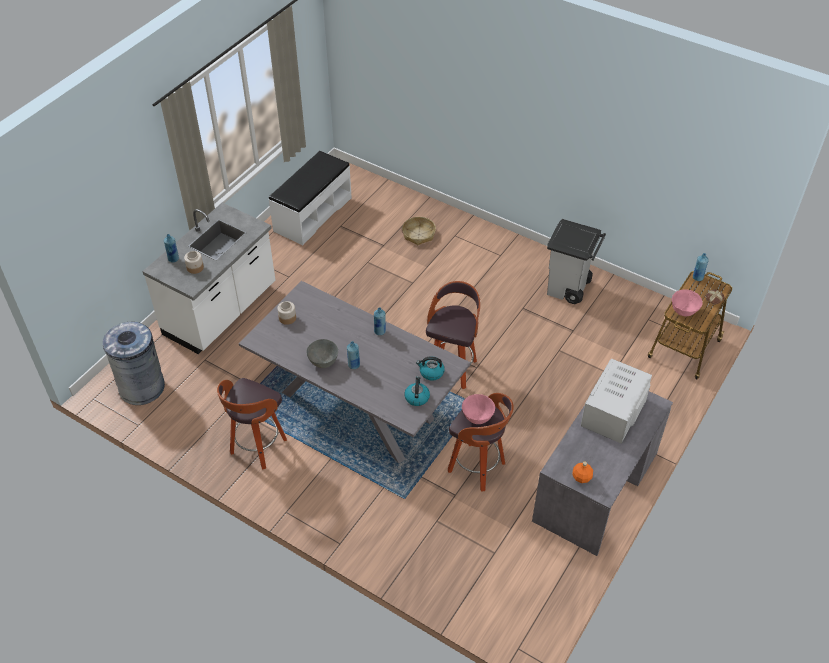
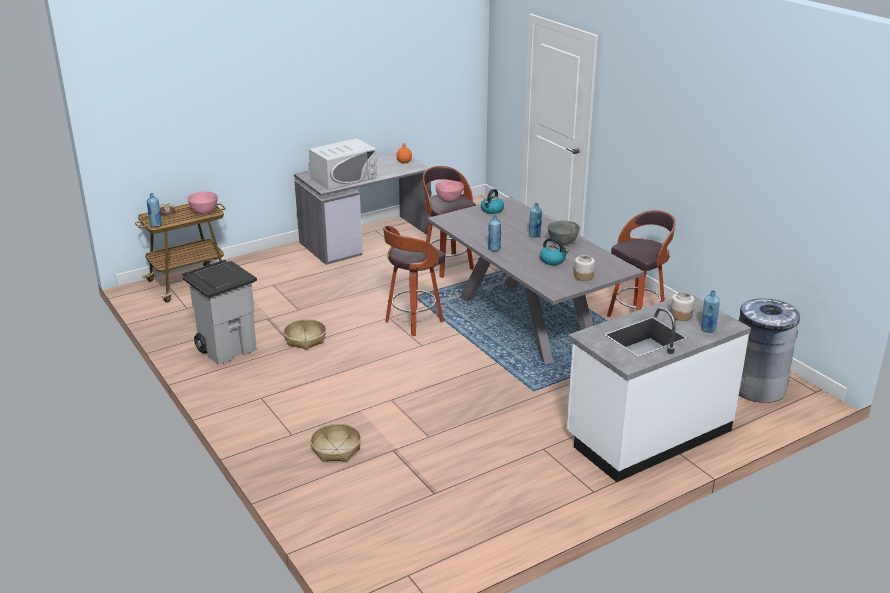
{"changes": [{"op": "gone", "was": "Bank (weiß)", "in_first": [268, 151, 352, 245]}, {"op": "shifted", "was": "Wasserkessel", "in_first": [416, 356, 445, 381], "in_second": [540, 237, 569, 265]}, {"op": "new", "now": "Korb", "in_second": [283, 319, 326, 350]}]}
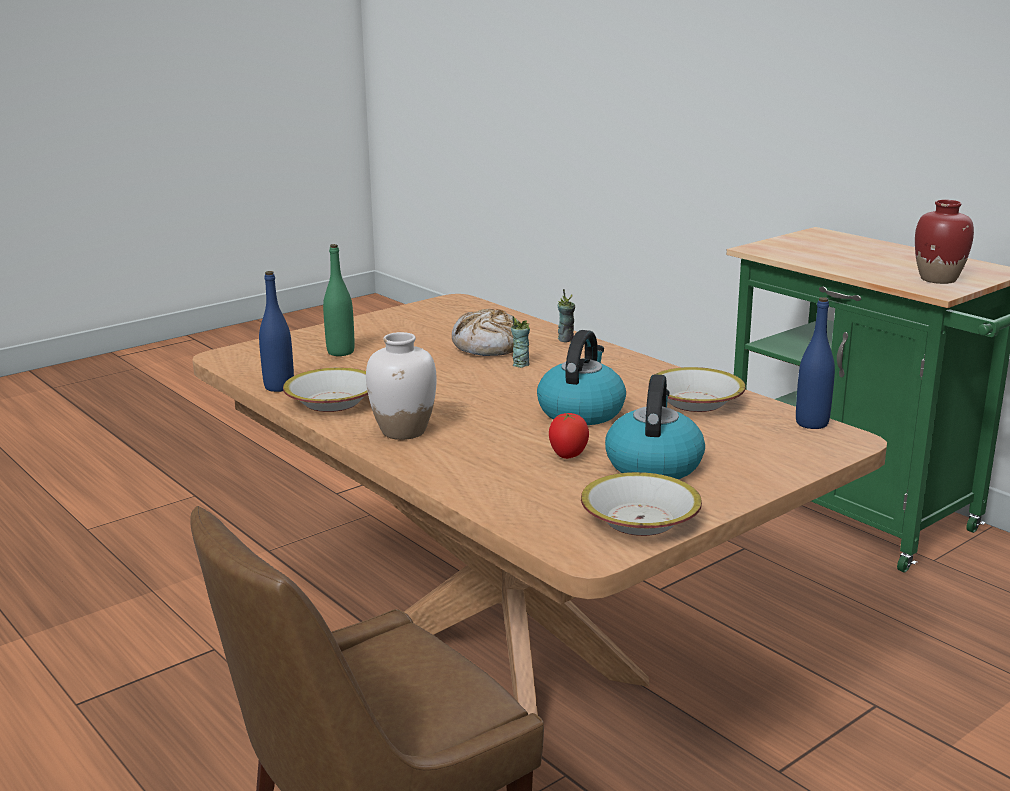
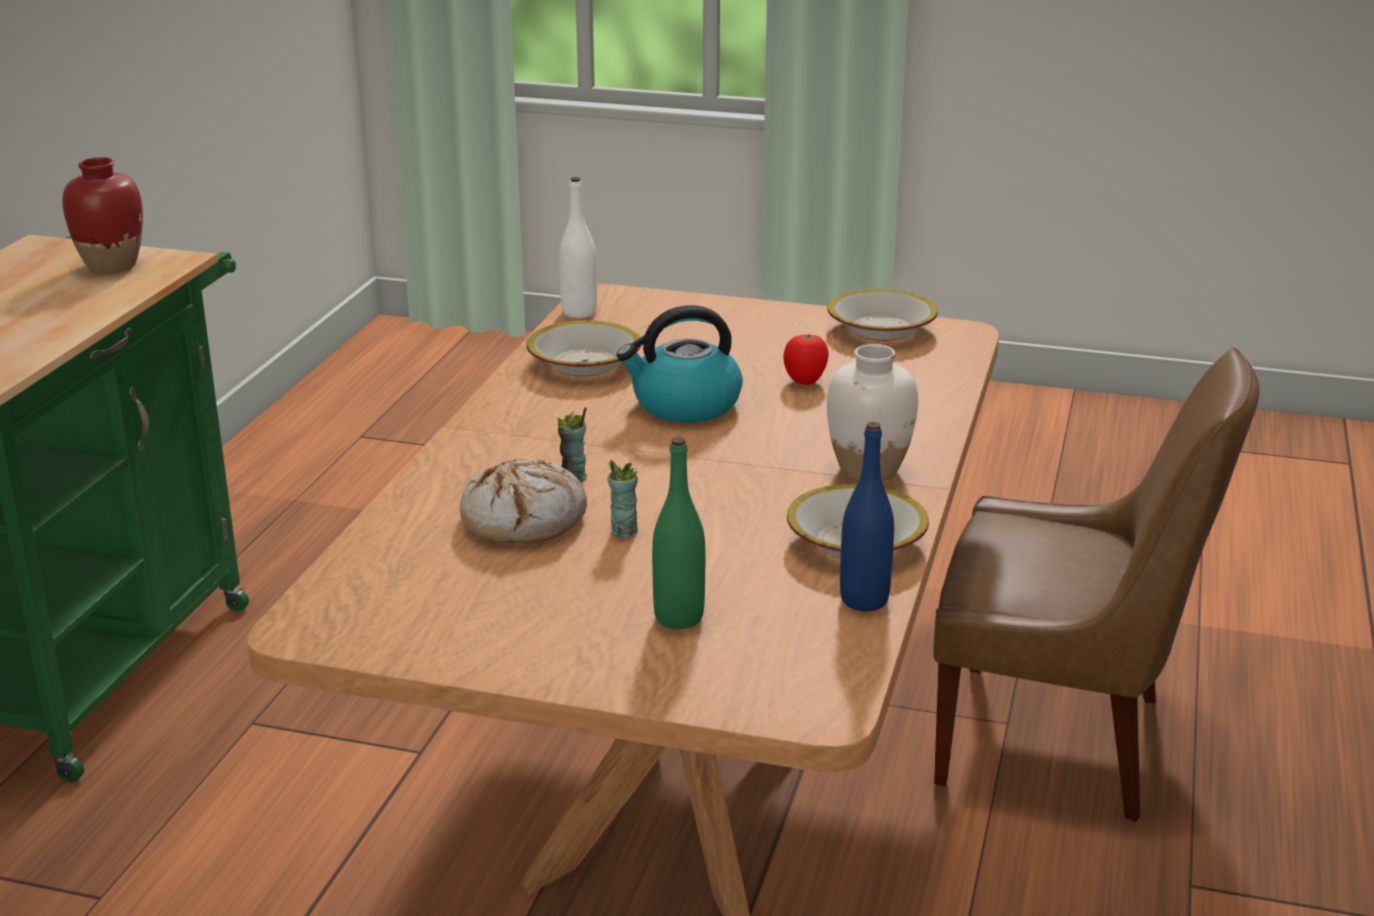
{"changes": [{"op": "shifted", "was": "Tasse", "in_first": [558, 289, 575, 342], "in_second": [607, 460, 638, 538]}, {"op": "gone", "was": "Wasserkessel", "in_first": [605, 374, 705, 479]}, {"op": "repainted", "was": "Flasche (blau)", "now": "Flasche (weiß)", "in_first": [796, 297, 835, 429], "in_second": [559, 177, 597, 318]}]}
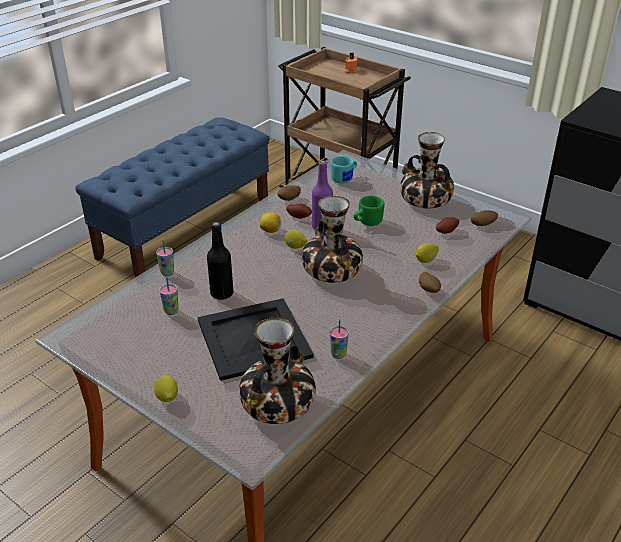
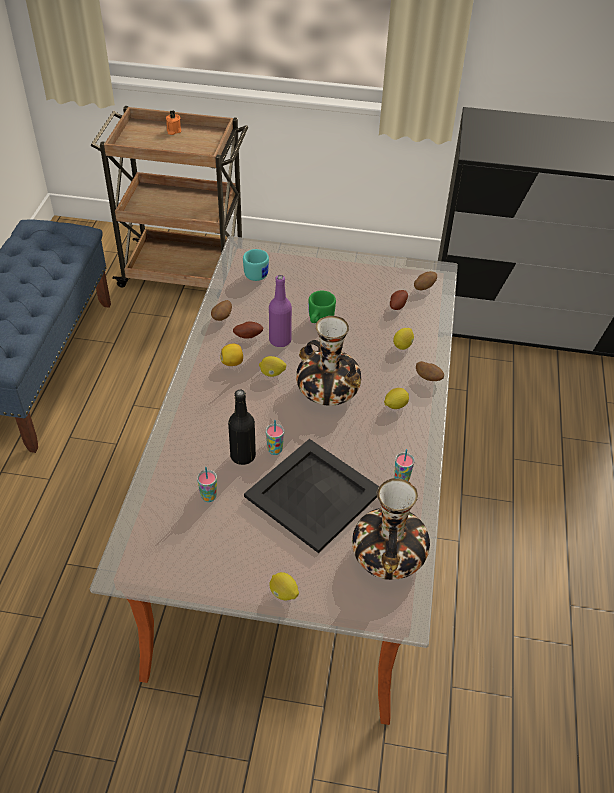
{"changes": [{"op": "shifted", "was": "Tasse", "in_first": [156, 240, 174, 276], "in_second": [266, 420, 284, 455]}, {"op": "gone", "was": "Vase", "in_first": [400, 132, 454, 209]}, {"op": "new", "now": "Zitrone", "in_second": [384, 388, 409, 409]}]}
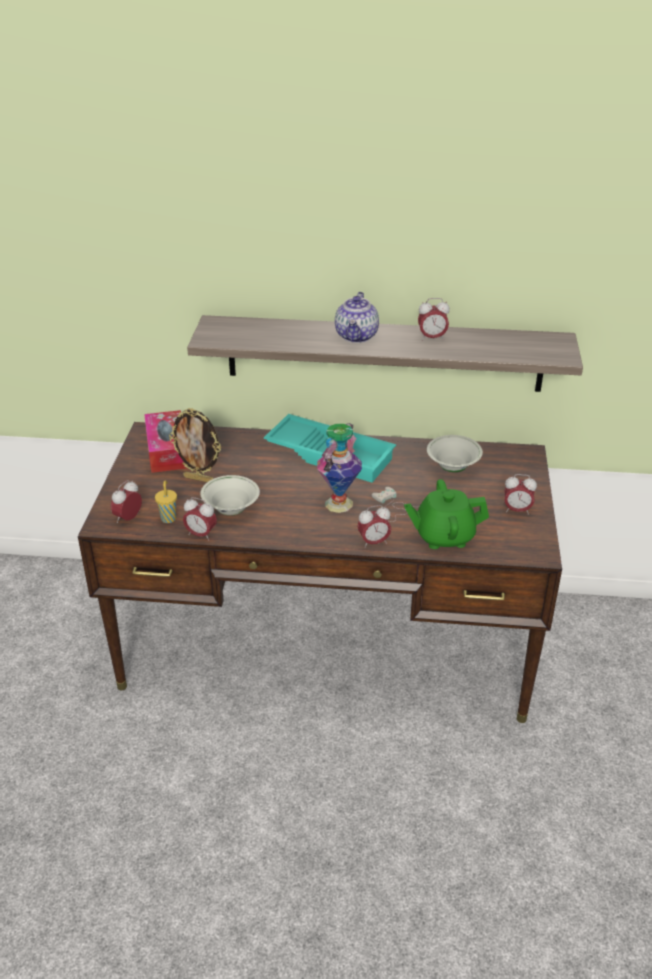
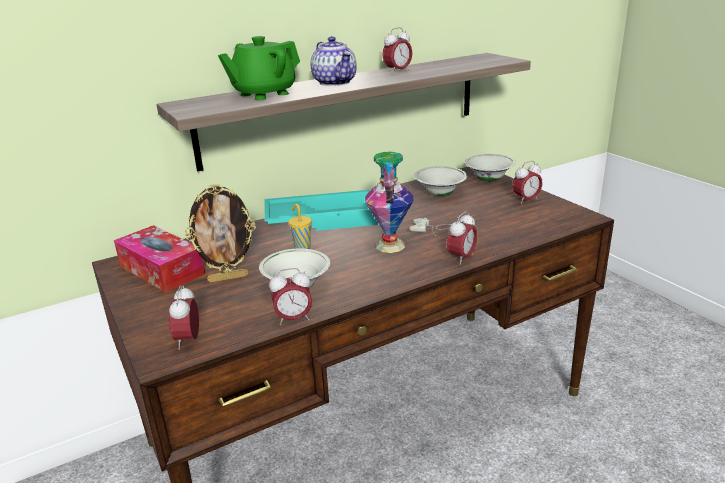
{"changes": [{"op": "shifted", "was": "Tasse (gelb)", "in_first": [155, 480, 177, 523], "in_second": [289, 204, 312, 249]}, {"op": "shifted", "was": "Teekanne (grün)", "in_first": [404, 479, 489, 549], "in_second": [218, 36, 300, 100]}, {"op": "new", "now": "Schüssel (weiß)", "in_second": [465, 154, 516, 181]}]}
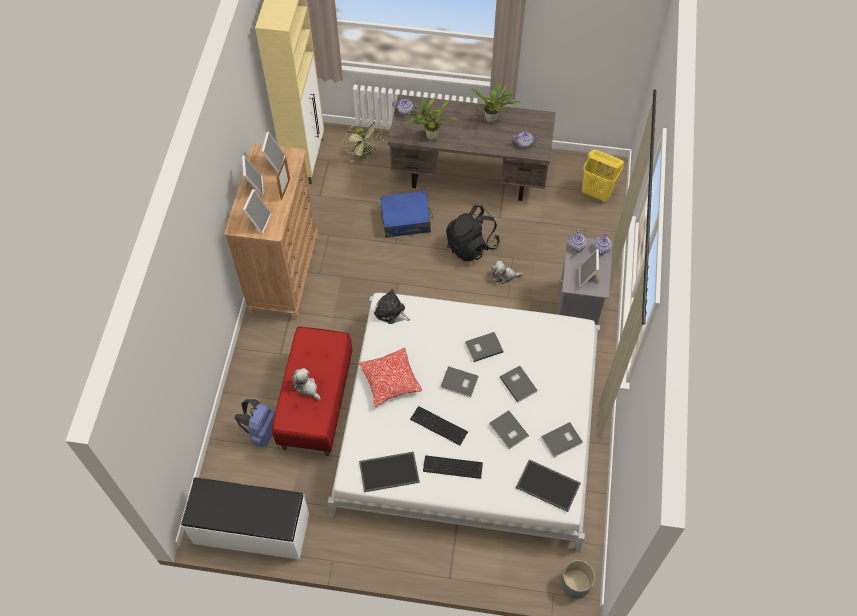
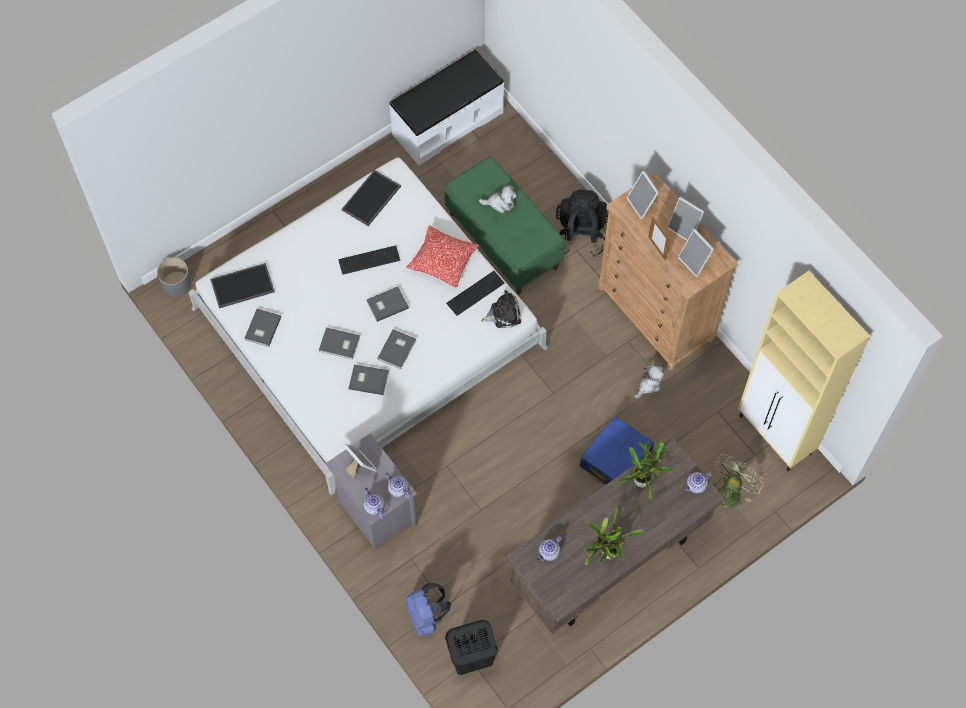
{"changes": [{"op": "shifted", "was": "Rucksack (blau)", "in_first": [235, 399, 275, 447], "in_second": [406, 583, 451, 637]}, {"op": "repainted", "was": "Bank (rot)", "now": "Bank (grün)", "in_first": [272, 327, 352, 456], "in_second": [444, 156, 565, 294]}, {"op": "rotated", "was": "Ventilator (grün)", "in_first": [343, 121, 384, 163], "in_second": [714, 454, 764, 508], "clockwise": 105}, {"op": "shifted", "was": "Tastatur", "in_first": [423, 455, 483, 479], "in_second": [446, 271, 505, 316]}, {"op": "shifted", "was": "Rucksack (schwarz)", "in_first": [446, 205, 500, 261], "in_second": [556, 190, 609, 257]}, {"op": "shifted", "was": "Buch (grau)", "in_first": [489, 410, 529, 449], "in_second": [349, 365, 389, 395]}, {"op": "shifted", "was": "Plüschtier", "in_first": [492, 261, 523, 284], "in_second": [634, 364, 664, 398]}, {"op": "repainted", "was": "Wäschekorb (gelb)", "now": "Wäschekorb (schwarz)", "in_first": [582, 150, 624, 202], "in_second": [445, 620, 498, 675]}]}
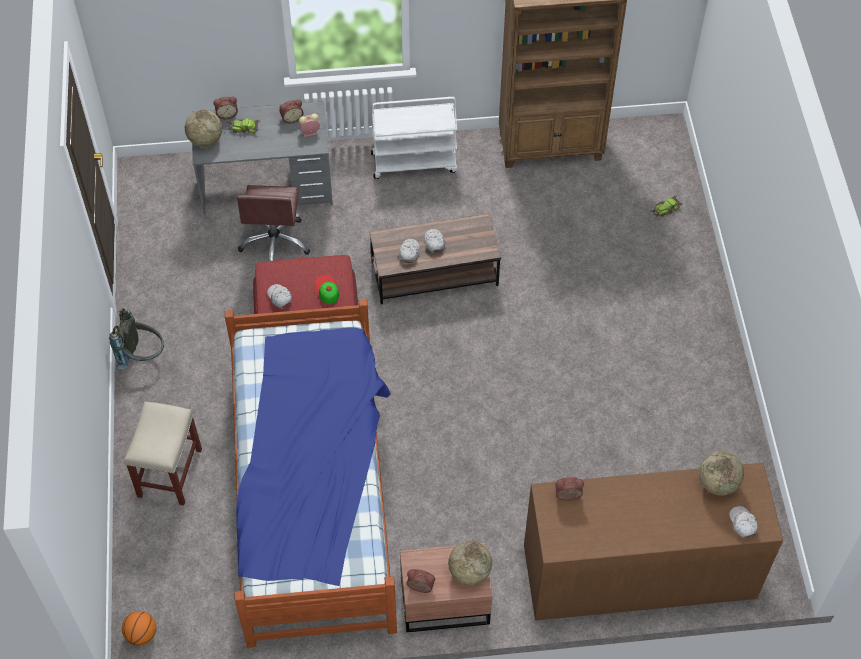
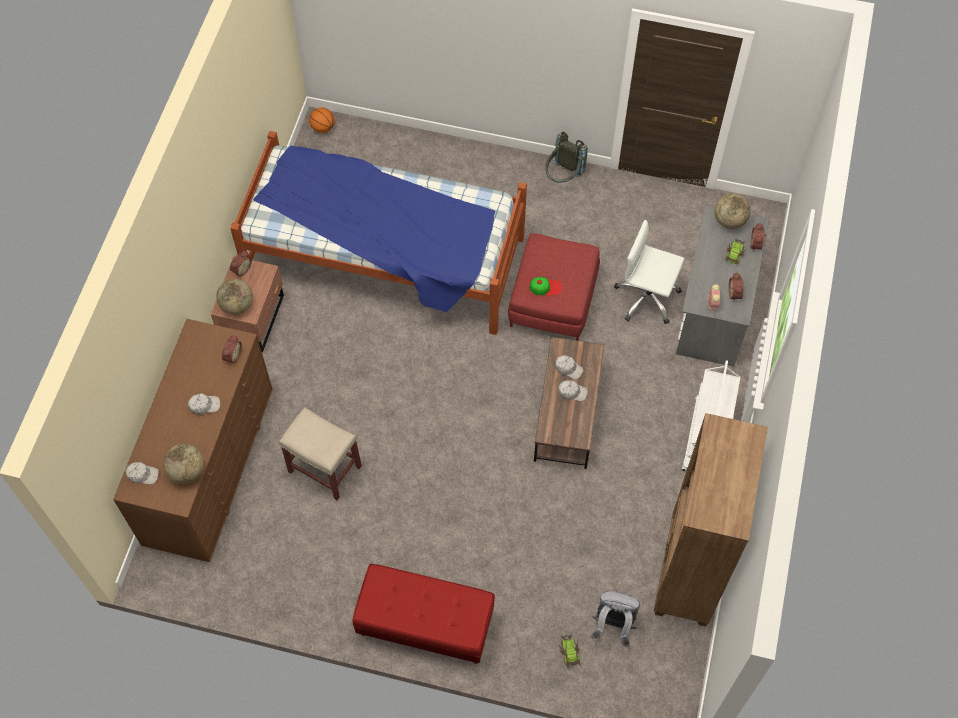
{"changes": [{"op": "shifted", "was": "Hocker (beige)", "in_first": [124, 402, 202, 505], "in_second": [279, 407, 362, 500]}, {"op": "repainted", "was": "Bürostuhl (braun)", "now": "Bürostuhl (weiß)", "in_first": [237, 185, 310, 261], "in_second": [614, 220, 685, 324]}, {"op": "shifted", "was": "Kappe (weiß)", "in_first": [267, 284, 292, 309], "in_second": [188, 394, 220, 414]}, {"op": "new", "now": "Bank (rot)", "in_second": [353, 564, 495, 664]}, {"op": "new", "now": "Rucksack (grau)", "in_second": [592, 590, 640, 647]}]}
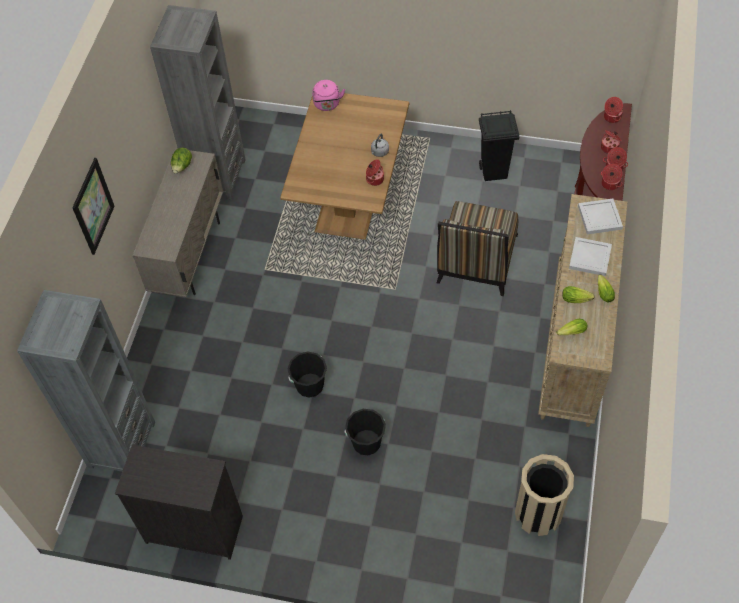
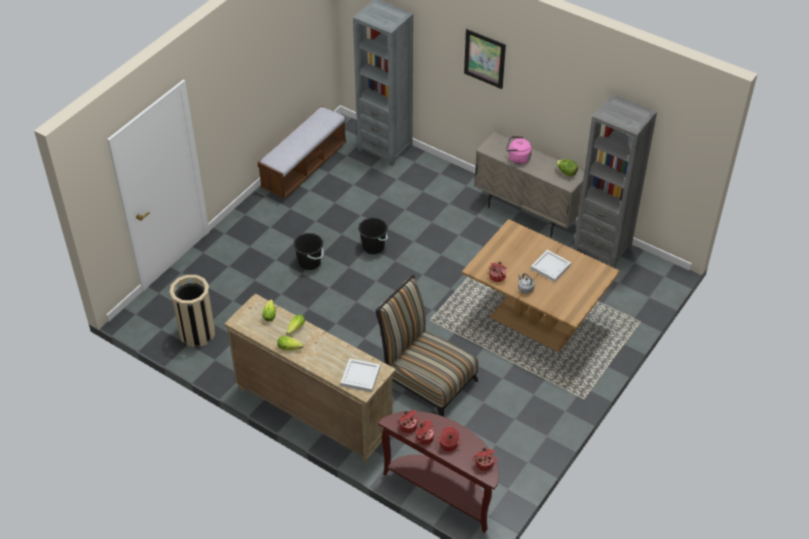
{"changes": [{"op": "swapped", "was": "Kommode (schwarz)", "now": "Bank", "in_first": [115, 445, 243, 560], "in_second": [257, 106, 347, 199]}, {"op": "shifted", "was": "Wasserkessel (rosa)", "in_first": [312, 80, 345, 111], "in_second": [506, 136, 532, 164]}, {"op": "gone", "was": "Mülleimer (schwarz)", "in_first": [479, 111, 519, 181]}, {"op": "shifted", "was": "Tablett (weiß)", "in_first": [569, 237, 612, 276], "in_second": [531, 250, 571, 282]}]}
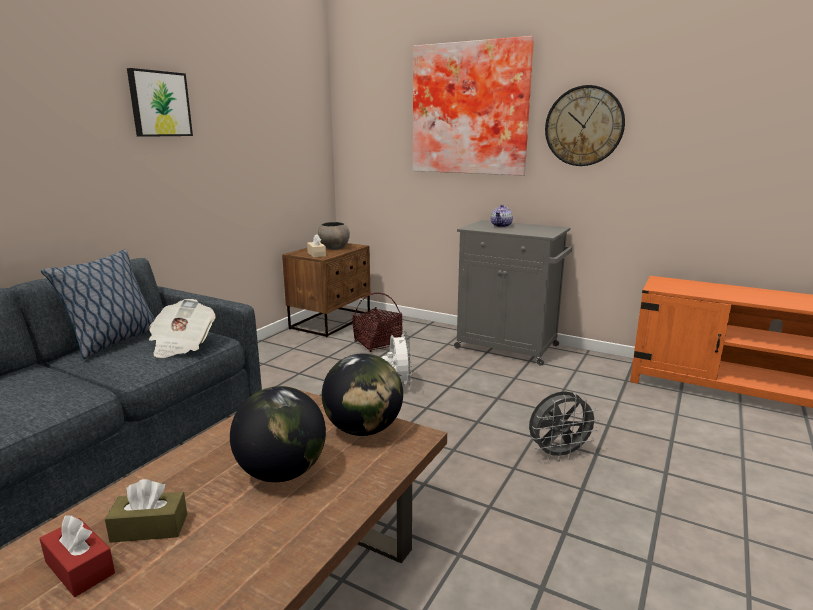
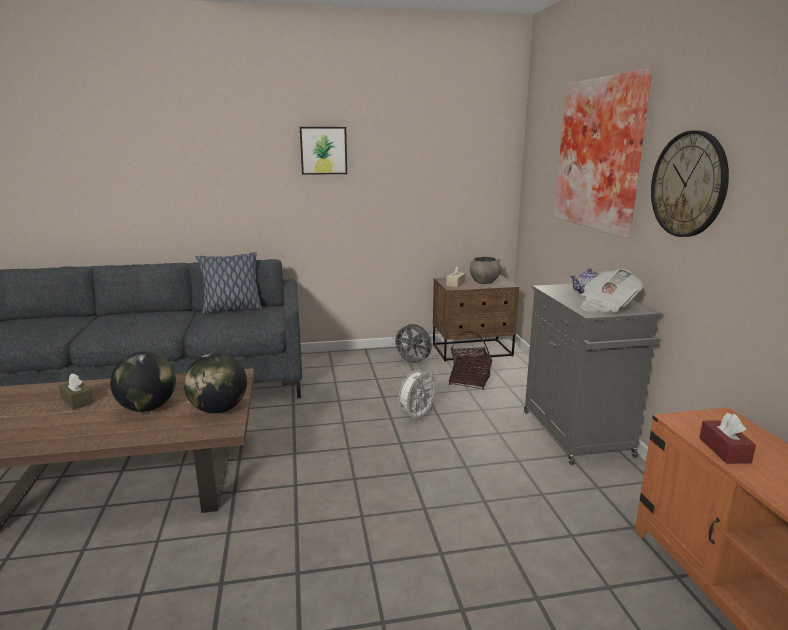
{"changes": [{"op": "shifted", "was": "Taschentuchbox (rot)", "in_first": [39, 515, 115, 597], "in_second": [699, 413, 756, 464]}, {"op": "shifted", "was": "Zeitung", "in_first": [149, 299, 215, 358], "in_second": [580, 269, 643, 312]}, {"op": "shifted", "was": "Ventilator (grau)", "in_first": [529, 391, 600, 461], "in_second": [392, 323, 432, 366]}]}
